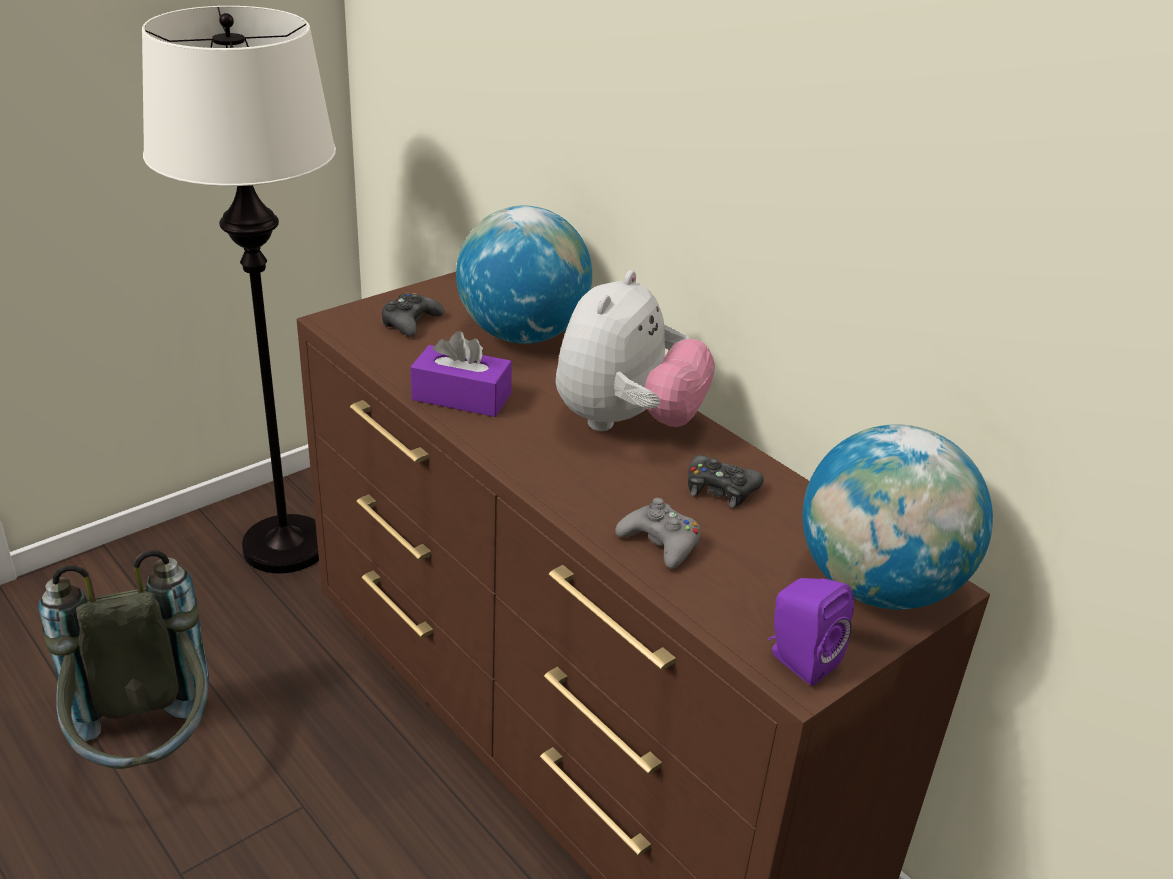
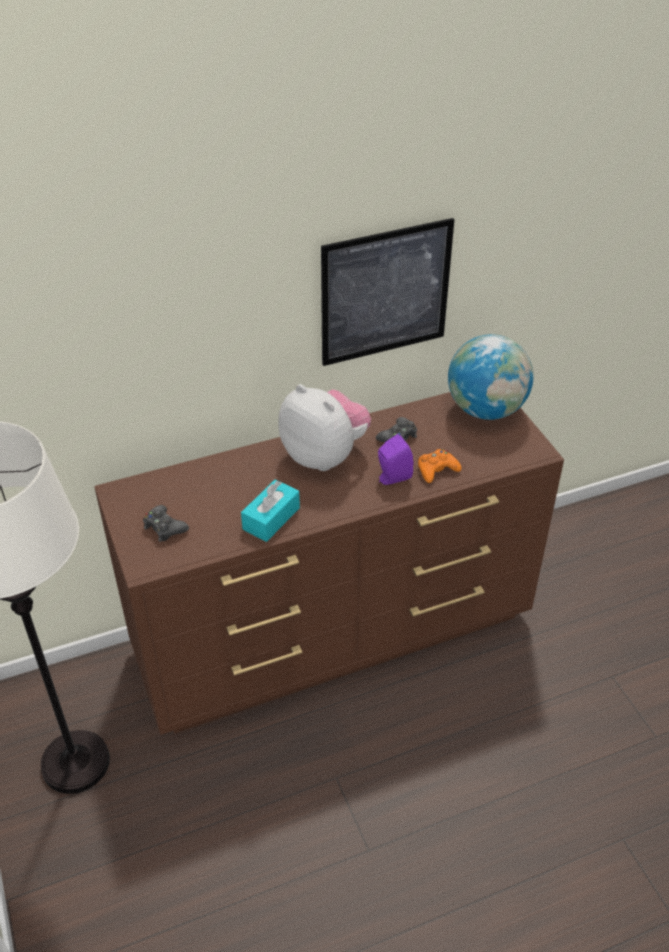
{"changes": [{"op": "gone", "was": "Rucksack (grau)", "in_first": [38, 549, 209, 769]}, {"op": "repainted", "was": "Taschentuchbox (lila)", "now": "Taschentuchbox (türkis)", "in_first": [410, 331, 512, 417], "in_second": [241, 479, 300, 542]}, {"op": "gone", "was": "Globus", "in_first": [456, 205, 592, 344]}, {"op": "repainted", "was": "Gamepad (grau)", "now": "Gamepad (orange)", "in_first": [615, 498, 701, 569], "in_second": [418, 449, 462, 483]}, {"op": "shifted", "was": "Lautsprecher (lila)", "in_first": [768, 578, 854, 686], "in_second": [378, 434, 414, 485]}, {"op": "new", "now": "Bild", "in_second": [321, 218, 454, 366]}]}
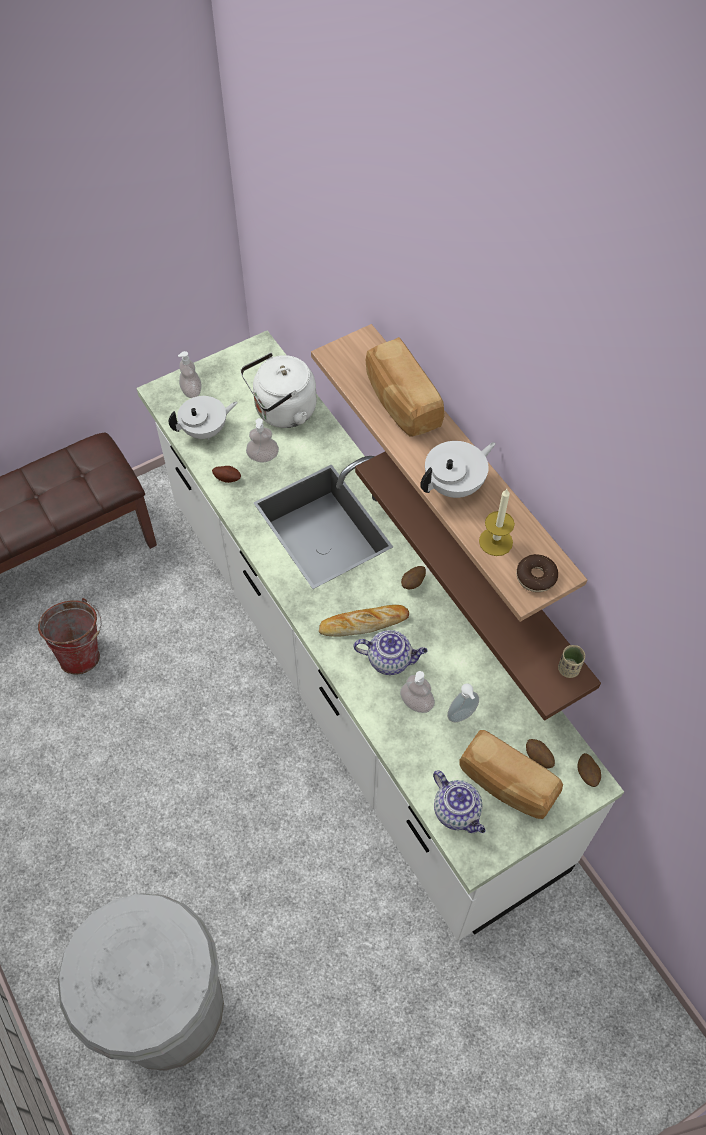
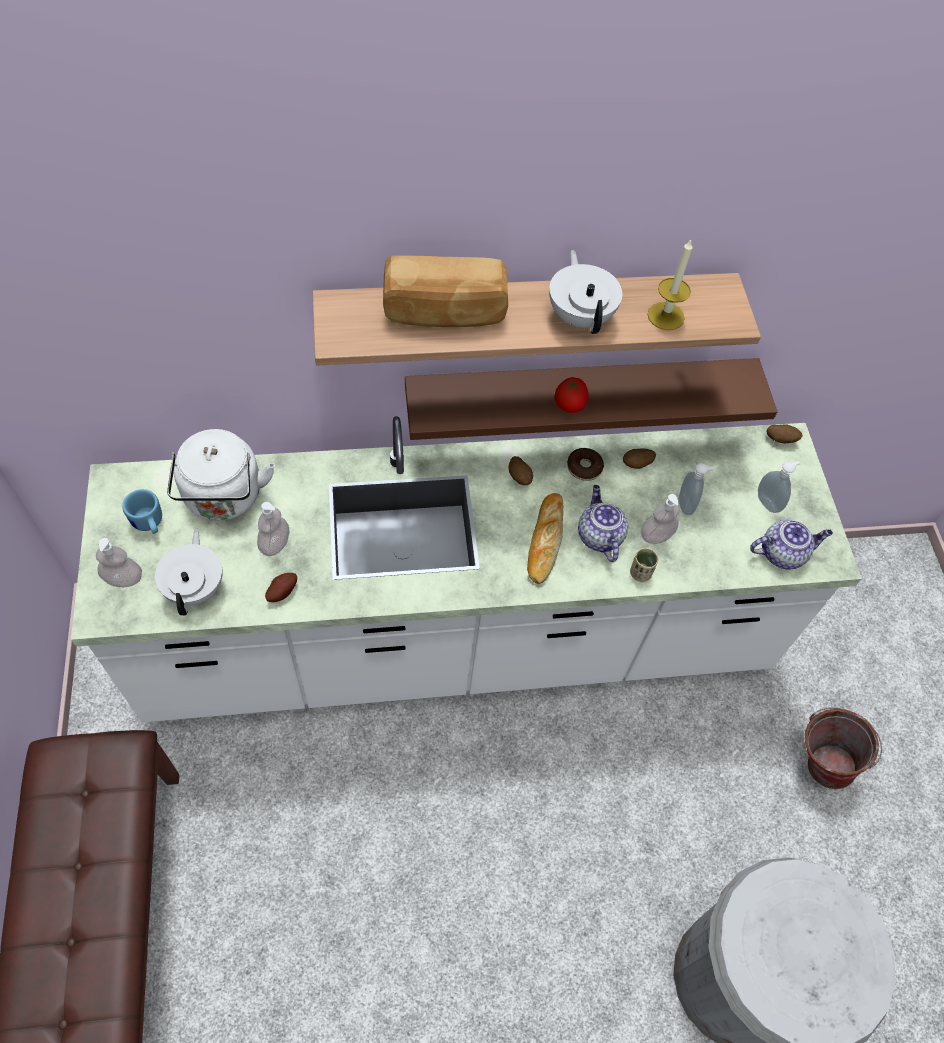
{"changes": [{"op": "shifted", "was": "Eimer", "in_first": [38, 598, 102, 674], "in_second": [805, 707, 882, 789]}, {"op": "rotated", "was": "Teekanne", "in_first": [354, 630, 427, 675], "in_second": [578, 485, 629, 562], "clockwise": -45}, {"op": "swapped", "was": "Brot", "now": "Seifenspender", "in_first": [460, 730, 563, 819], "in_second": [758, 461, 800, 513]}, {"op": "shifted", "was": "Donut", "in_first": [516, 554, 558, 592], "in_second": [567, 448, 604, 481]}, {"op": "shifted", "was": "Kartoffel", "in_first": [526, 739, 555, 769], "in_second": [623, 448, 656, 469]}, {"op": "shifted", "was": "Tasse (beige)", "in_first": [558, 645, 585, 678], "in_second": [630, 548, 658, 582]}, {"op": "new", "now": "Henkelbecher (blau)", "in_second": [122, 489, 162, 534]}, {"op": "new", "now": "Tomate", "in_second": [555, 377, 588, 413]}]}
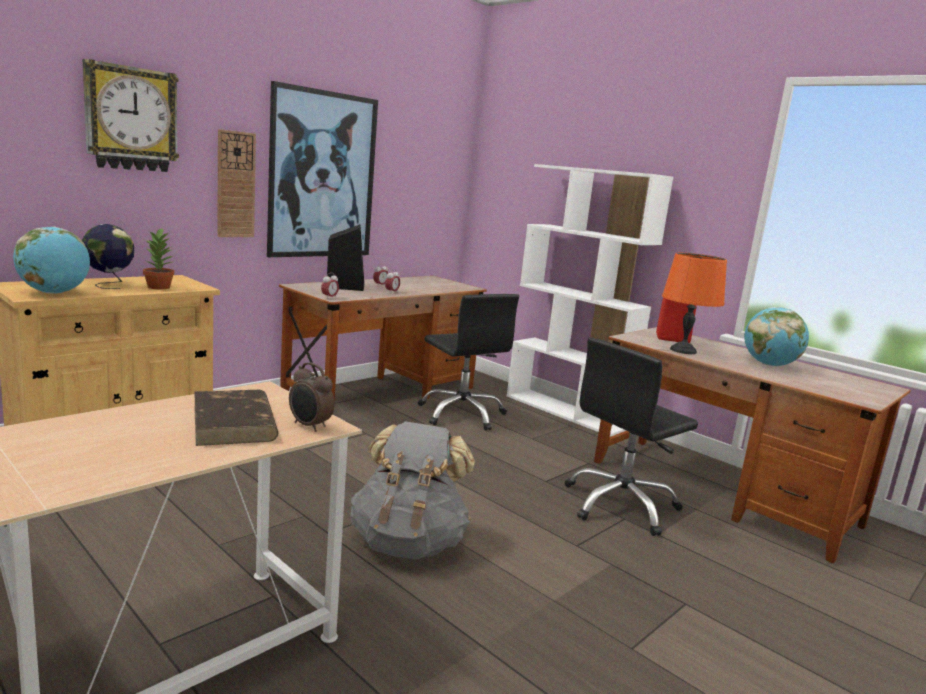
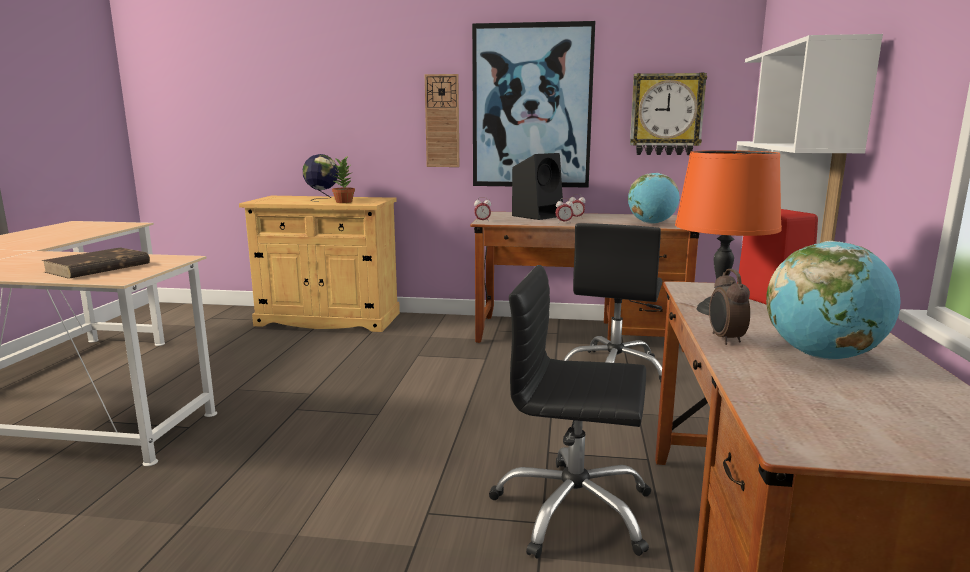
{"changes": [{"op": "shifted", "was": "Globus", "in_first": [13, 226, 90, 294], "in_second": [628, 173, 679, 224]}, {"op": "shifted", "was": "Wanduhr", "in_first": [83, 59, 179, 172], "in_second": [630, 73, 707, 155]}, {"op": "shifted", "was": "Wecker", "in_first": [289, 362, 335, 432], "in_second": [709, 269, 750, 345]}, {"op": "gone", "was": "Rucksack (grau)", "in_first": [350, 421, 475, 559]}]}
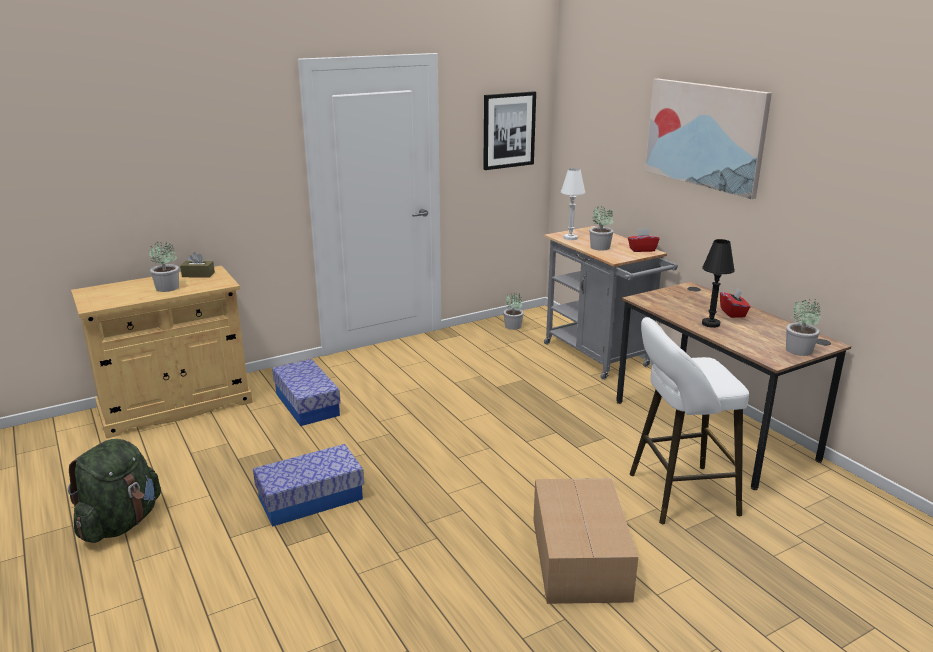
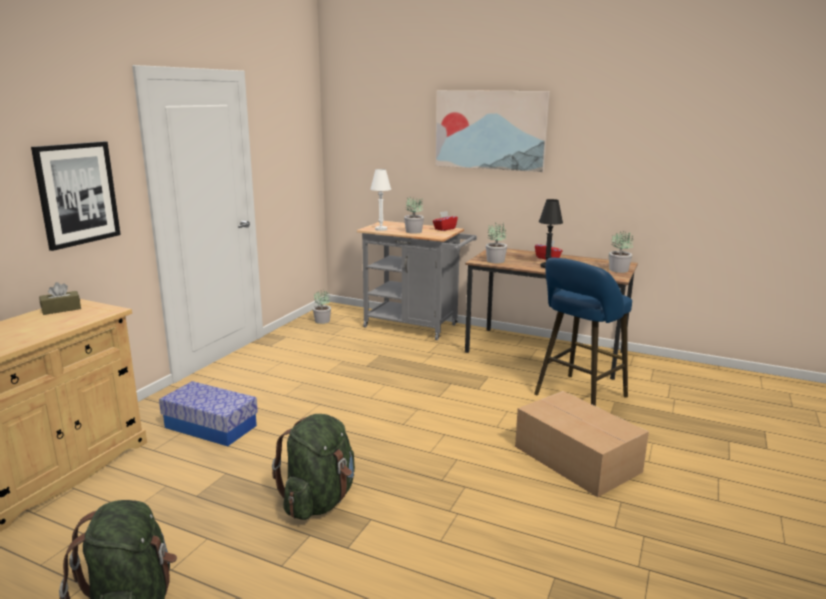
{"changes": [{"op": "shifted", "was": "Topfpflanze", "in_first": [149, 241, 179, 292], "in_second": [486, 222, 507, 263]}, {"op": "swapped", "was": "Aufbewahrungsbox", "now": "Rucksack (grün)", "in_first": [253, 444, 364, 527], "in_second": [272, 414, 355, 520]}, {"op": "shifted", "was": "Bild", "in_first": [483, 91, 536, 170], "in_second": [31, 141, 121, 251]}, {"op": "repainted", "was": "Hocker (weiß)", "now": "Hocker (blau)", "in_first": [629, 317, 749, 524], "in_second": [534, 257, 632, 406]}]}
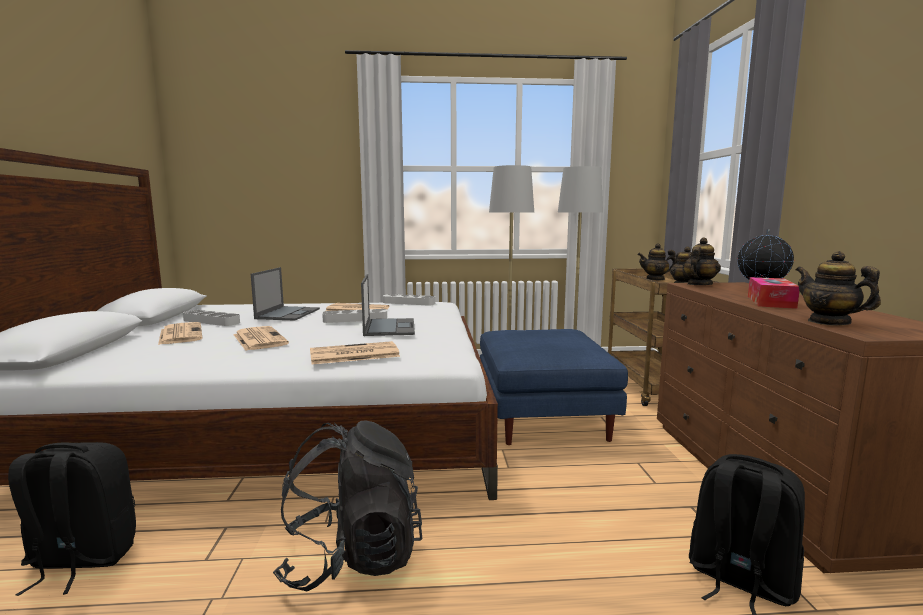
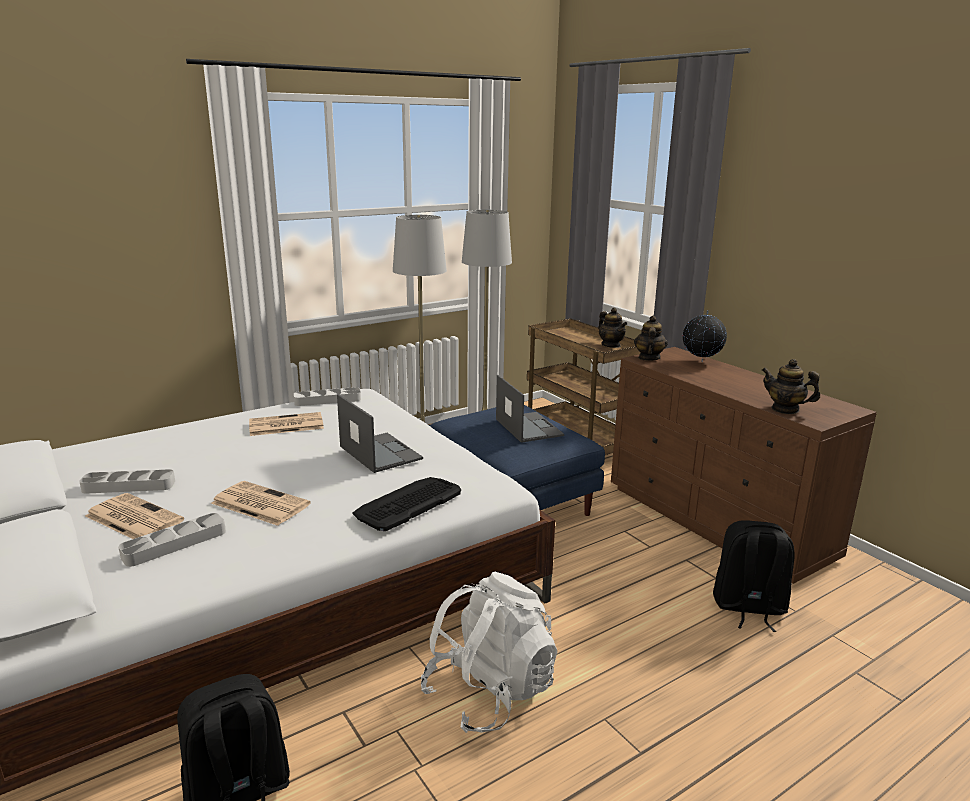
{"changes": [{"op": "shifted", "was": "Laptop", "in_first": [251, 267, 320, 321], "in_second": [496, 375, 564, 443]}, {"op": "repainted", "was": "Rucksack (schwarz)", "now": "Rucksack (weiß)", "in_first": [273, 421, 422, 591], "in_second": [421, 572, 558, 733]}, {"op": "swapped", "was": "Zeitung", "now": "Tastatur", "in_first": [310, 341, 400, 364], "in_second": [352, 477, 461, 531]}, {"op": "shifted", "was": "Tablett (grau)", "in_first": [322, 309, 387, 323], "in_second": [118, 513, 226, 567]}, {"op": "gone", "was": "Teekanne", "in_first": [637, 243, 676, 280]}, {"op": "gone", "was": "Taschentuchbox", "in_first": [748, 277, 800, 309]}]}
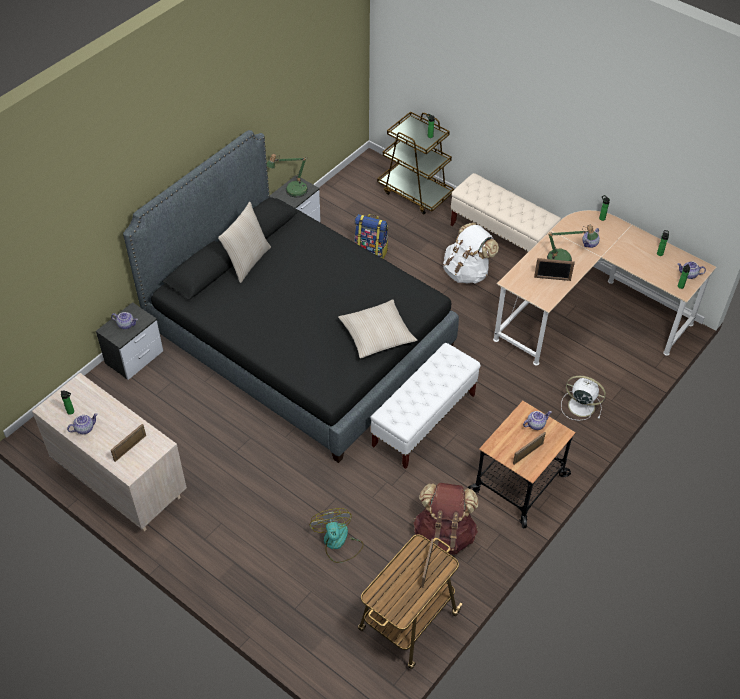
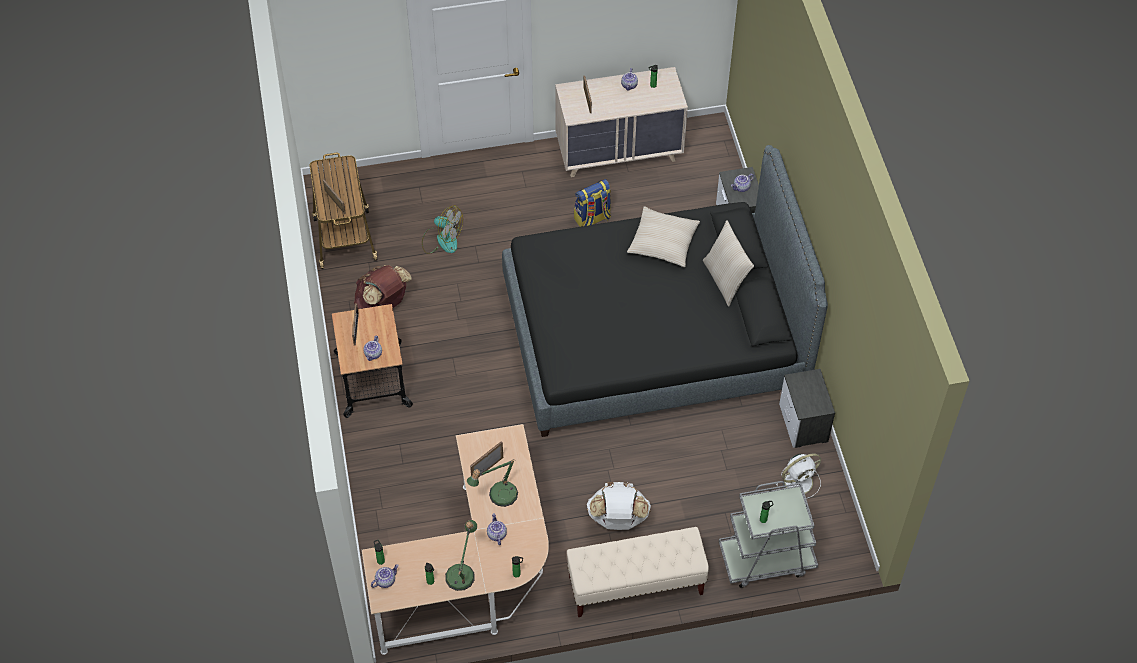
{"changes": [{"op": "shifted", "was": "Tischlampe", "in_first": [267, 154, 308, 198], "in_second": [445, 520, 477, 591]}, {"op": "shifted", "was": "Kissen (beige)", "in_first": [338, 299, 417, 359], "in_second": [627, 206, 700, 267]}, {"op": "shifted", "was": "Rucksack", "in_first": [354, 214, 388, 259], "in_second": [574, 179, 611, 227]}, {"op": "gone", "was": "Bank (weiß)", "in_first": [370, 343, 481, 469]}, {"op": "repainted", "was": "Rollwagen (braun)", "now": "Rollwagen (grau)", "in_first": [377, 111, 454, 214], "in_second": [719, 481, 818, 588]}, {"op": "shifted", "was": "Ventilator (weiß)", "in_first": [561, 376, 606, 421], "in_second": [776, 454, 821, 499]}]}
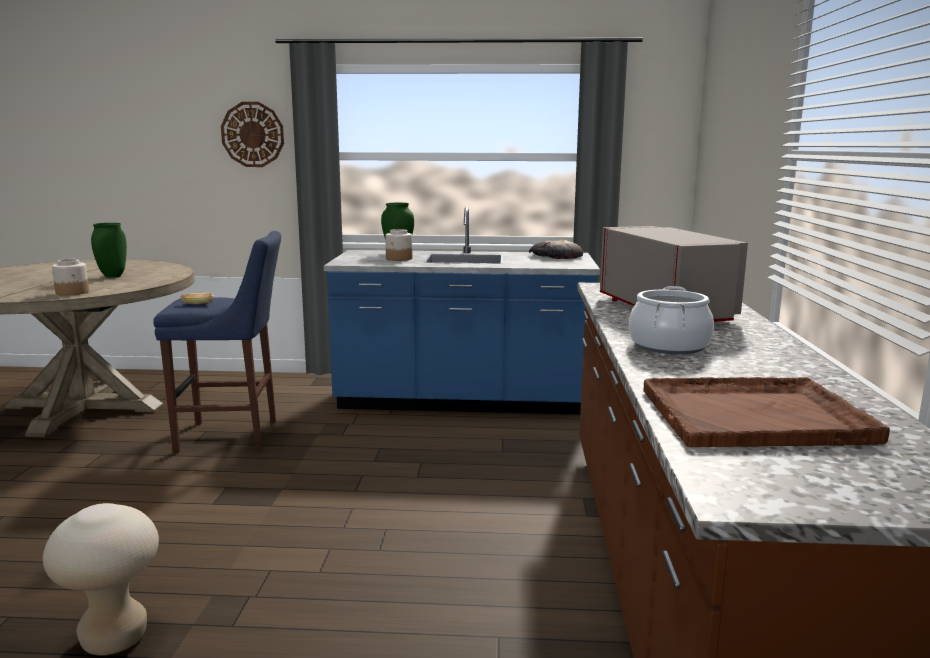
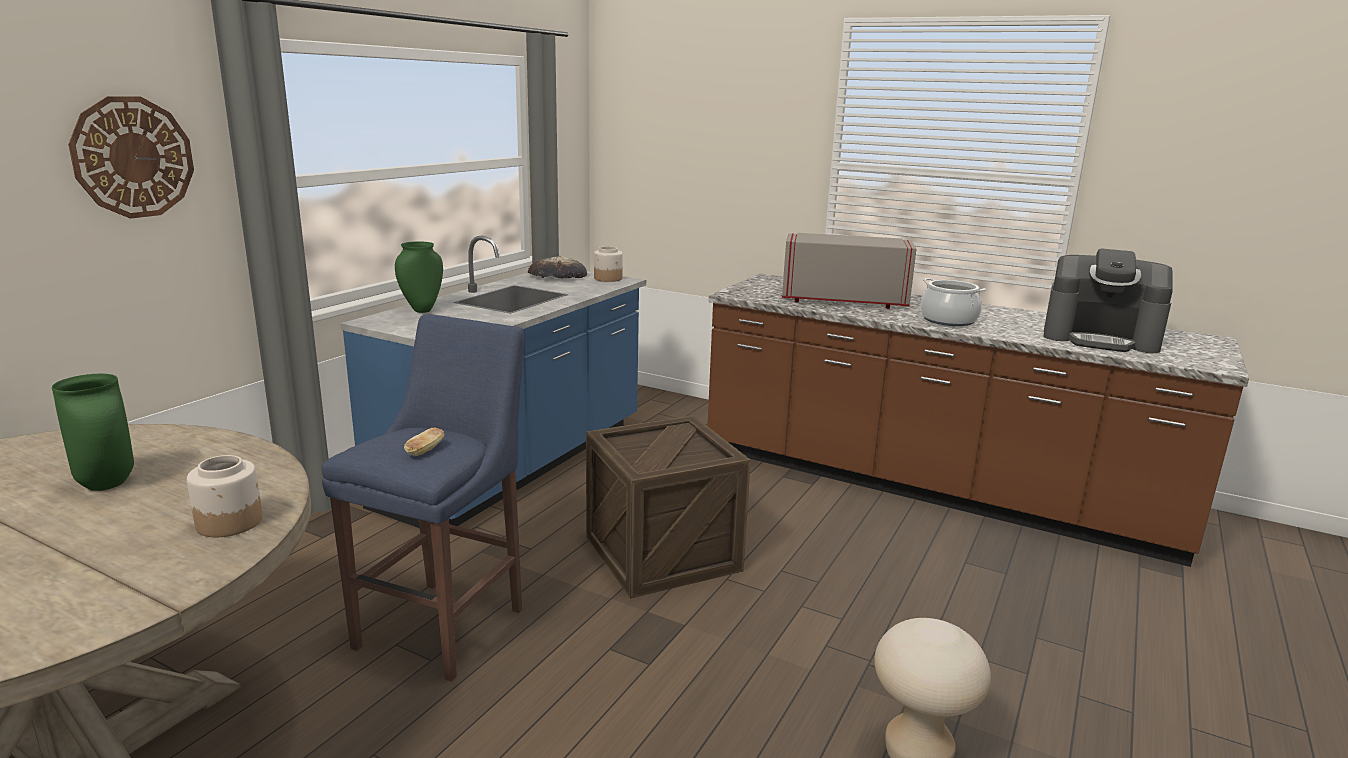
{"changes": [{"op": "shifted", "was": "Vorratsglas", "in_first": [385, 229, 412, 261], "in_second": [594, 246, 623, 282]}, {"op": "swapped", "was": "Tablett (braun)", "now": "Kaffeemaschine", "in_first": [644, 377, 890, 447], "in_second": [1043, 248, 1173, 353]}, {"op": "new", "now": "Kiste", "in_second": [586, 415, 751, 598]}]}
